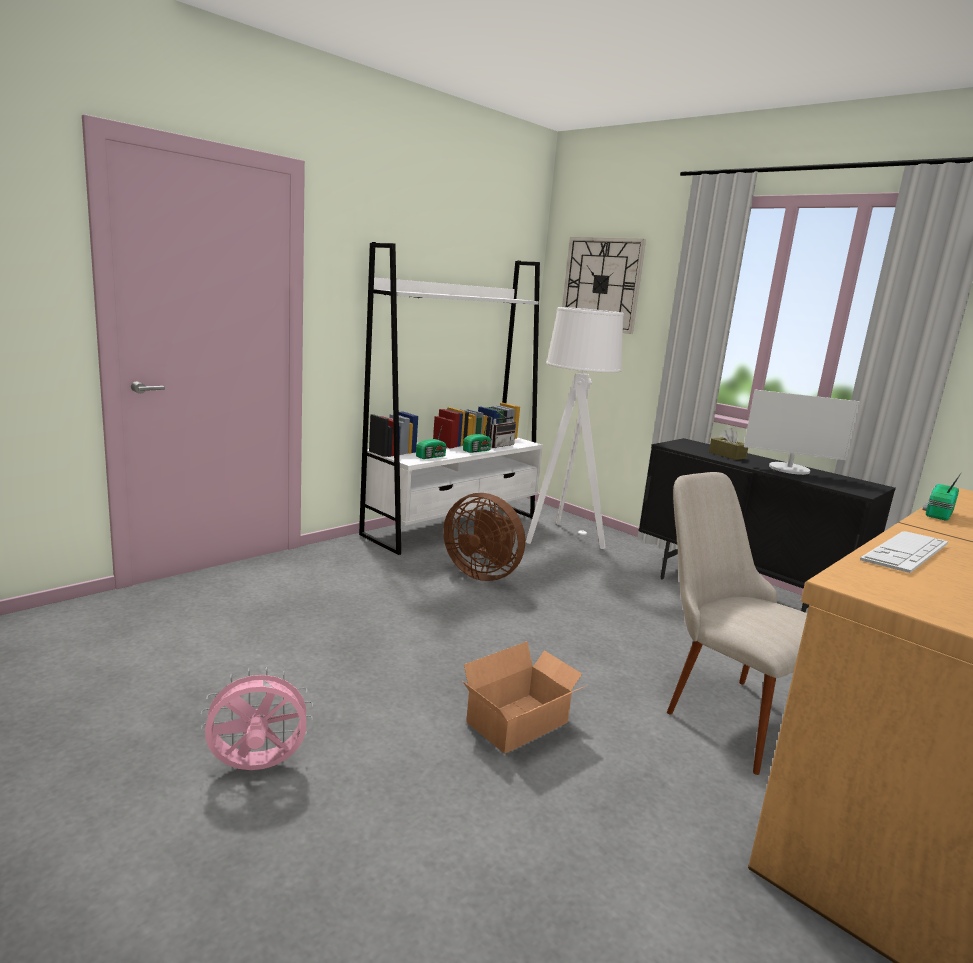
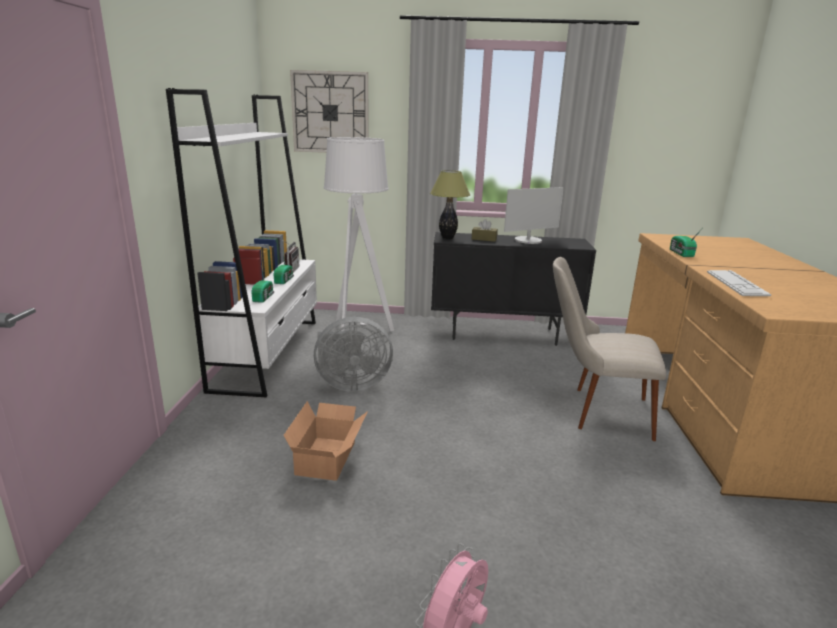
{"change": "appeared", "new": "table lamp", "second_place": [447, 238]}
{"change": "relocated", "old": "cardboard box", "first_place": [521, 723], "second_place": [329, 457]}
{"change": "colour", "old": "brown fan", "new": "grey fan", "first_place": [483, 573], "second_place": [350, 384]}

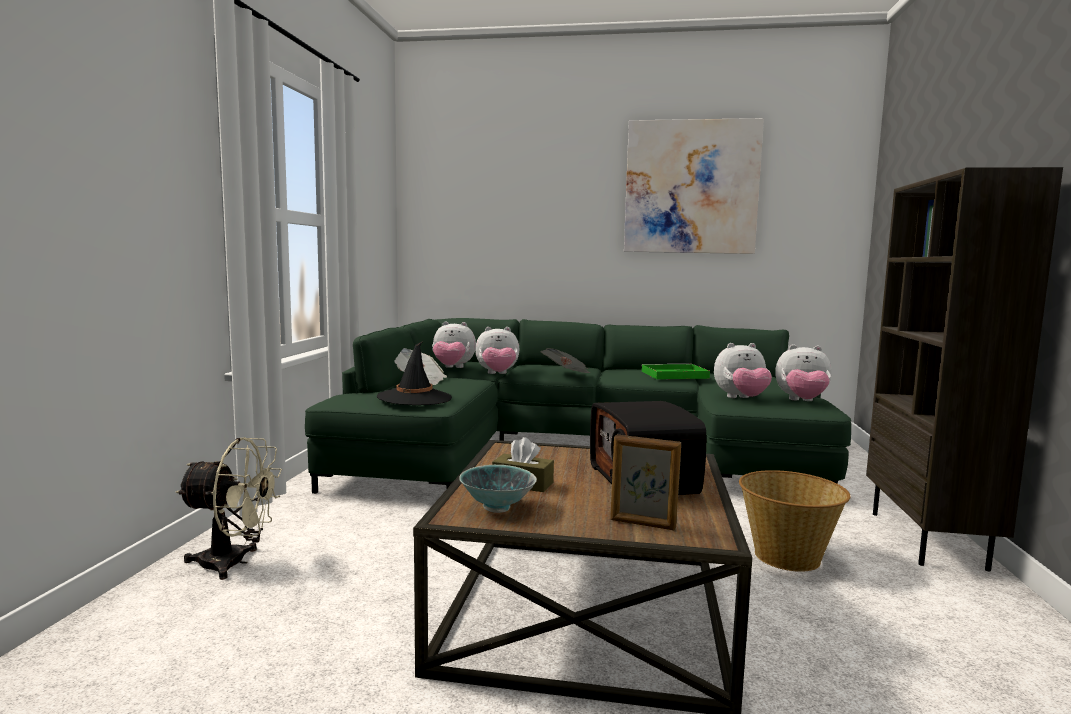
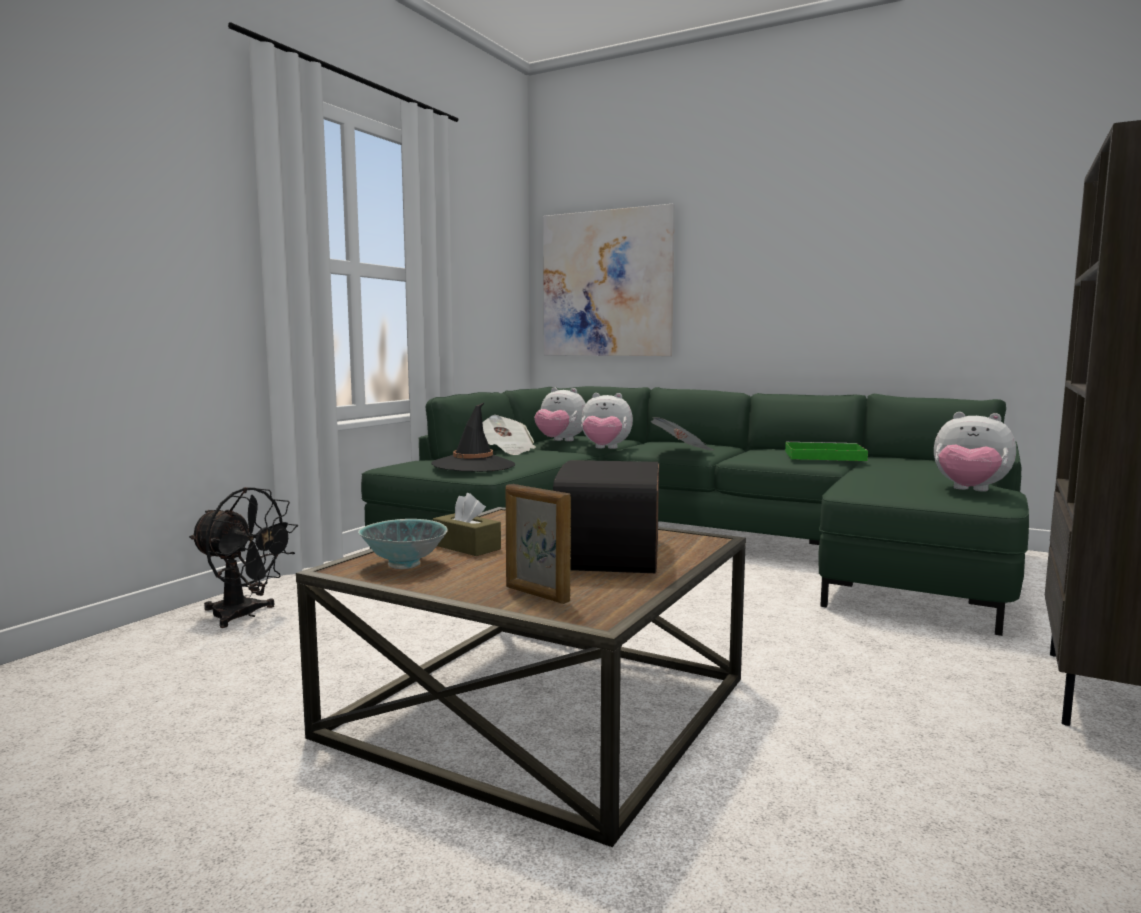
{"change": "missing", "old": "plush toy", "first_place": [741, 399]}
{"change": "missing", "old": "basket", "first_place": [787, 556]}
{"change": "relocated", "old": "picture", "first_place": [691, 187], "second_place": [607, 284]}
{"change": "colour", "old": "beige fan", "new": "black fan", "first_place": [234, 563], "second_place": [244, 615]}

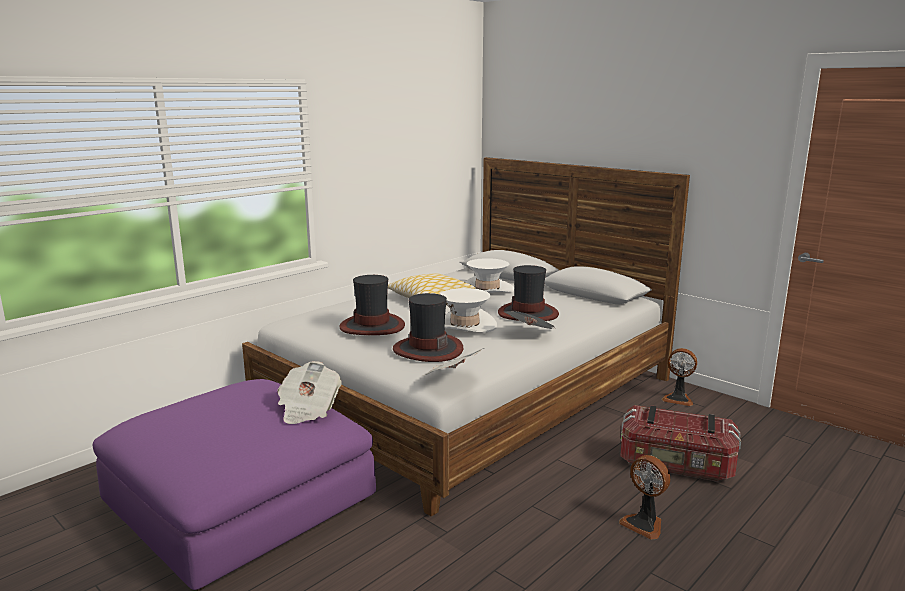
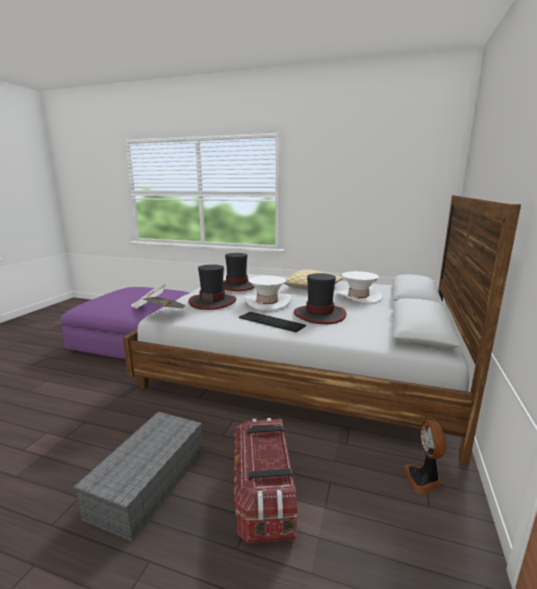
{"change": "exchanged", "old": "newspaper", "new": "keyboard", "first_place": [531, 334], "second_place": [271, 321]}
{"change": "exchanged", "old": "fan", "new": "grey storage box", "first_place": [644, 524], "second_place": [149, 484]}

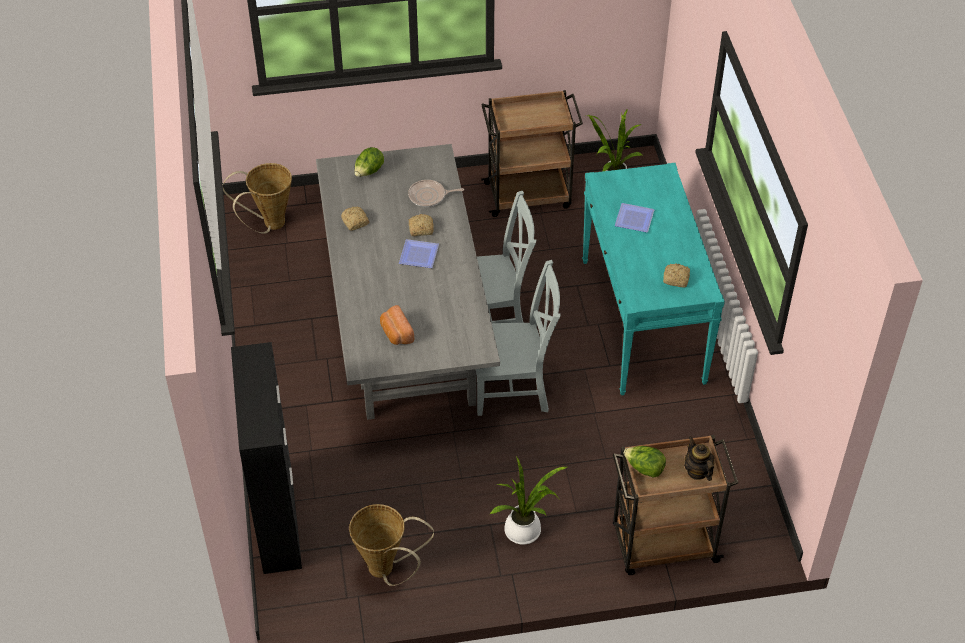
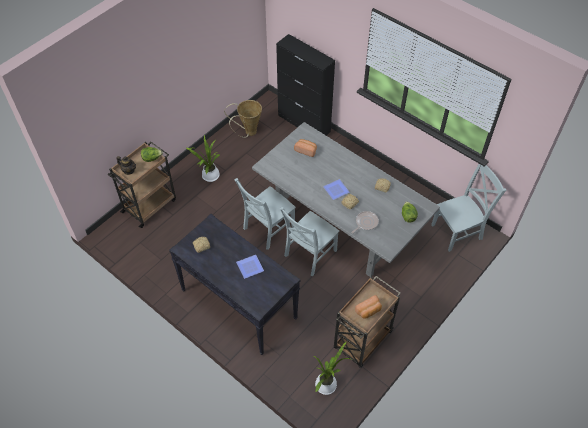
{"change": "appeared", "new": "bread", "second_place": [368, 311]}
{"change": "exchanged", "old": "basket", "new": "grey chair", "first_place": [269, 224], "second_place": [458, 231]}
{"change": "colour", "old": "turquoise console table", "new": "black console table", "first_place": [643, 321], "second_place": [238, 304]}

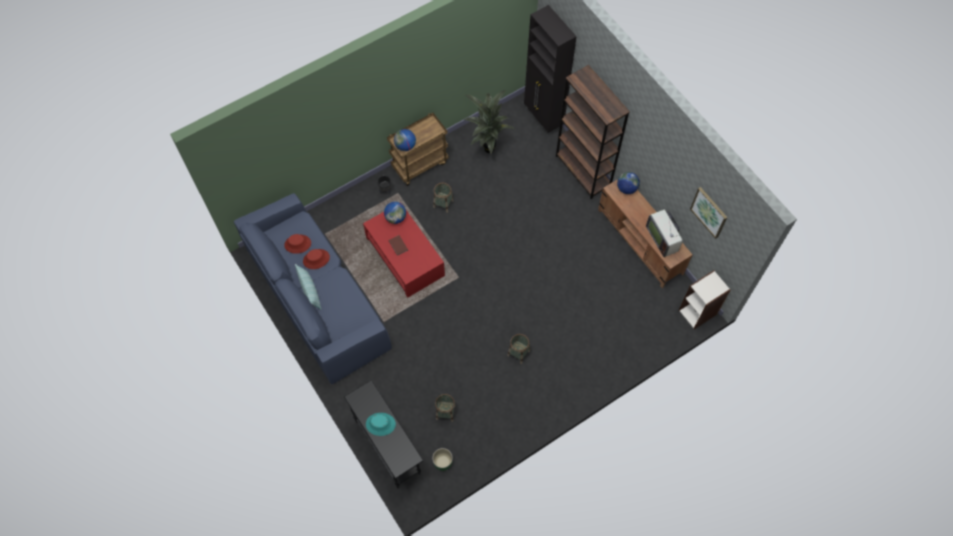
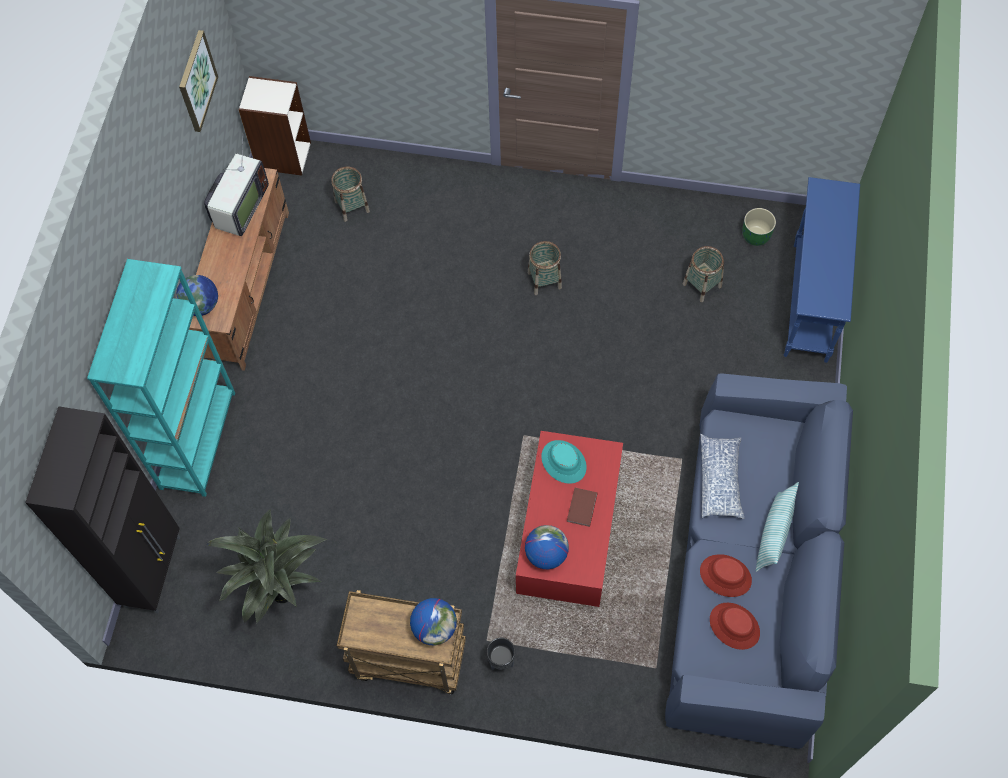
{"change": "appeared", "new": "pillow", "second_place": [720, 480]}
{"change": "relocated", "old": "turquoise hat", "first_place": [380, 424], "second_place": [564, 462]}
{"change": "relocated", "old": "basket", "first_place": [443, 204], "second_place": [352, 206]}
{"change": "colour", "old": "black console table", "new": "blue console table", "first_place": [388, 446], "second_place": [809, 302]}
{"change": "colour", "old": "brown bookcase", "new": "turquoise bookcase", "first_place": [583, 171], "second_place": [198, 440]}

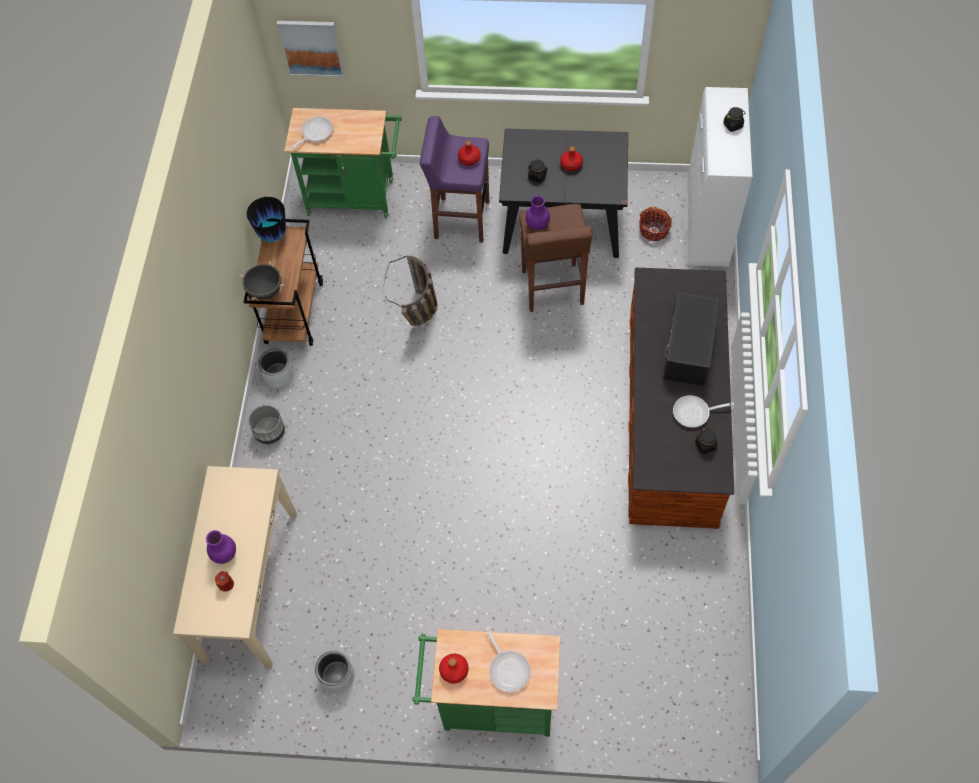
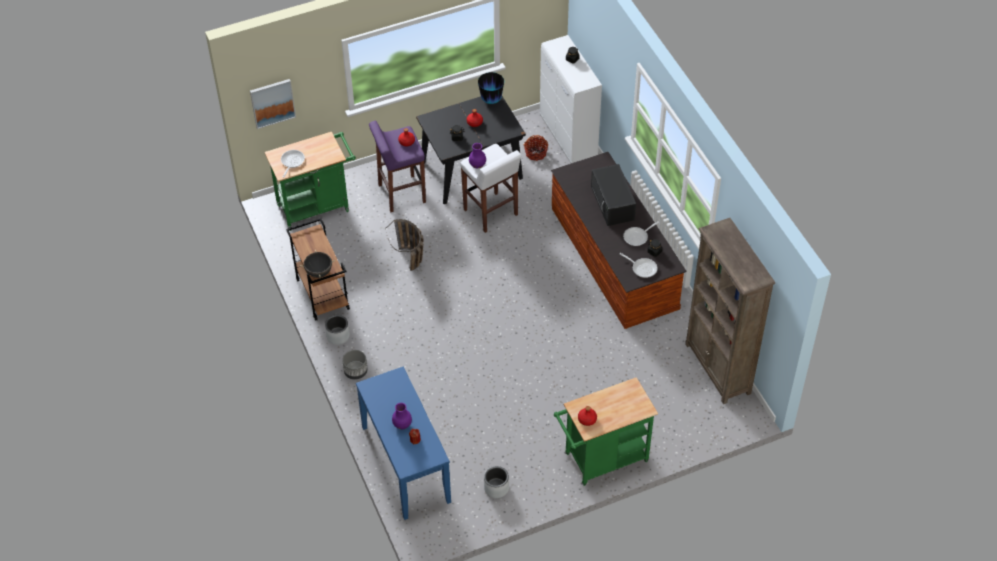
{"change": "appeared", "new": "brown bookcase", "second_place": [718, 369]}
{"change": "relocated", "old": "vase", "first_place": [273, 235], "second_place": [491, 100]}
{"change": "relocated", "old": "frying pan", "first_place": [508, 668], "second_place": [642, 268]}
{"change": "colour", "old": "beige console table", "new": "blue console table", "first_place": [250, 586], "second_place": [405, 464]}
{"change": "colour", "old": "brown stool", "new": "white stool", "first_place": [552, 288], "second_place": [491, 213]}

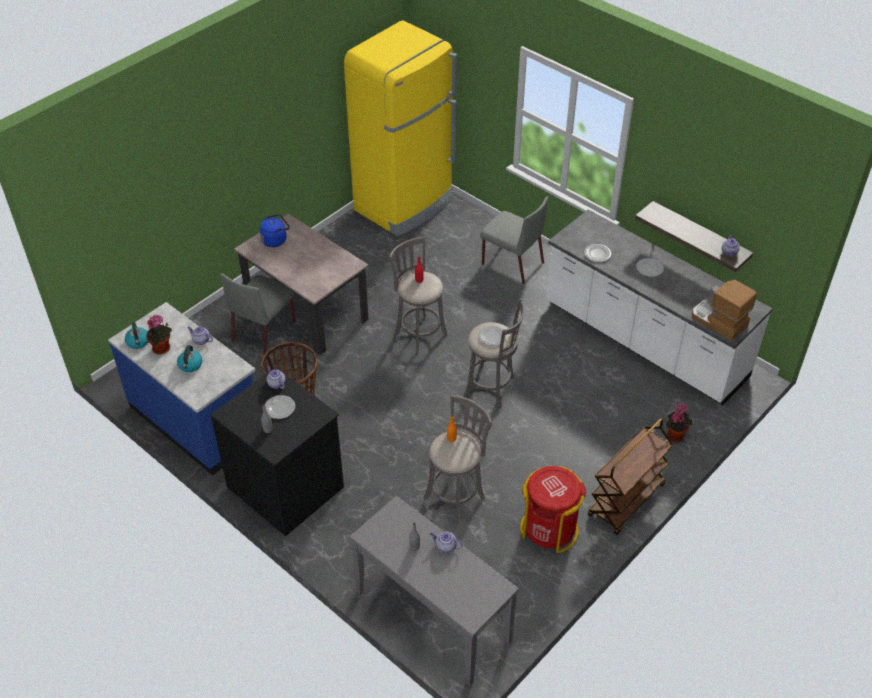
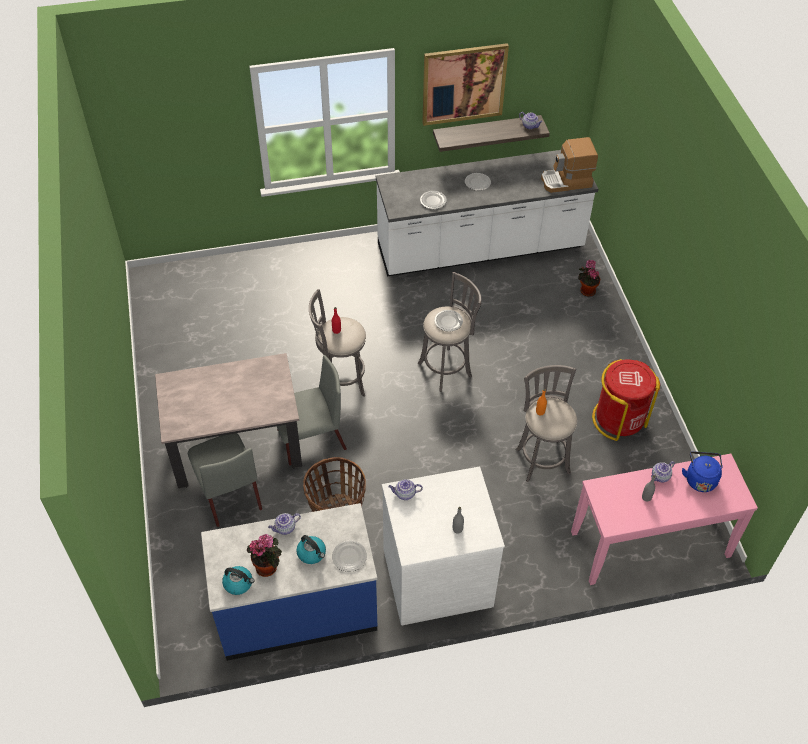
{"change": "missing", "old": "yellow fridge", "first_place": [405, 204]}
{"change": "missing", "old": "brown cart", "first_place": [626, 501]}
{"change": "appeared", "new": "picture", "second_place": [464, 84]}
{"change": "relocated", "old": "blue kettle", "first_place": [275, 240], "second_place": [700, 479]}
{"change": "relocated", "old": "plate", "first_place": [280, 408], "second_place": [349, 556]}
{"change": "relocated", "old": "grey chair", "first_place": [511, 263], "second_place": [310, 440]}
{"change": "colour", "old": "black dresser", "new": "white dresser", "first_place": [287, 486], "second_place": [437, 576]}
{"change": "colour", "old": "grey console table", "new": "pink console table", "first_place": [432, 616], "second_place": [650, 544]}

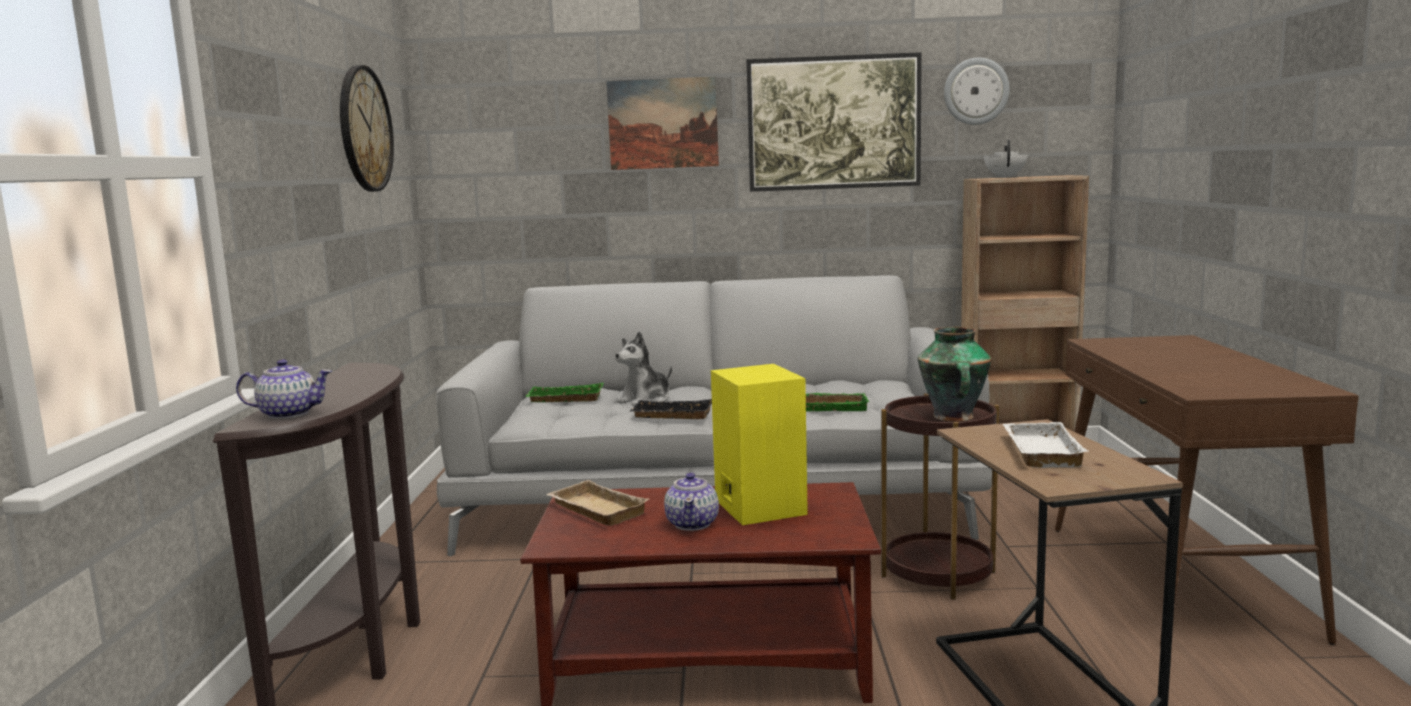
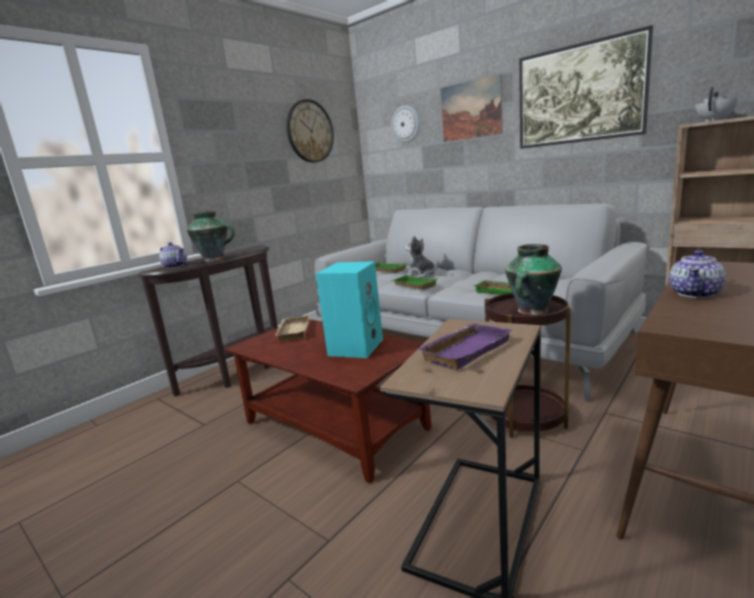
{"change": "appeared", "new": "vase", "second_place": [215, 259]}
{"change": "relocated", "old": "teapot", "first_place": [693, 523], "second_place": [695, 293]}
{"change": "relocated", "old": "wall clock", "first_place": [976, 91], "second_place": [405, 124]}
{"change": "colour", "old": "black tray", "new": "green tray", "first_place": [671, 416], "second_place": [413, 285]}
{"change": "colour", "old": "yellow speaker", "new": "turquoise speaker", "first_place": [757, 506], "second_place": [355, 346]}
{"change": "colour", "old": "white tray", "new": "purple tray", "first_place": [1038, 451], "second_place": [464, 350]}
{"change": "spun", "old": "plush toy", "first_place": [646, 400], "second_place": [421, 275], "degrees": 45}

